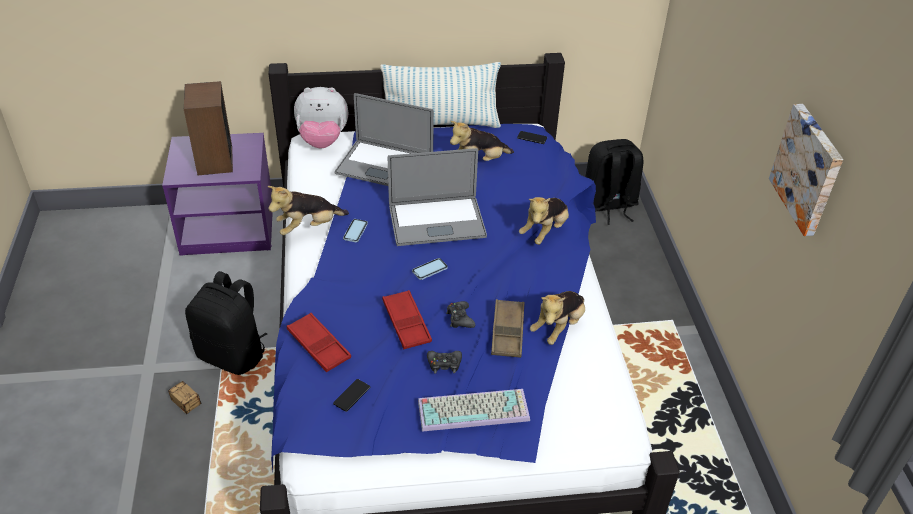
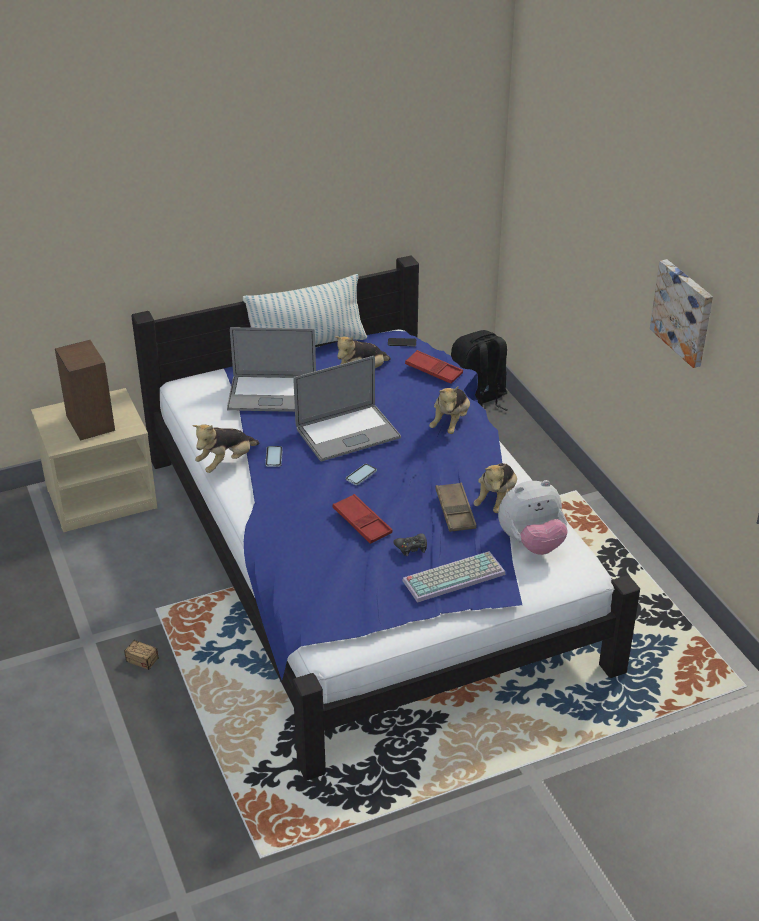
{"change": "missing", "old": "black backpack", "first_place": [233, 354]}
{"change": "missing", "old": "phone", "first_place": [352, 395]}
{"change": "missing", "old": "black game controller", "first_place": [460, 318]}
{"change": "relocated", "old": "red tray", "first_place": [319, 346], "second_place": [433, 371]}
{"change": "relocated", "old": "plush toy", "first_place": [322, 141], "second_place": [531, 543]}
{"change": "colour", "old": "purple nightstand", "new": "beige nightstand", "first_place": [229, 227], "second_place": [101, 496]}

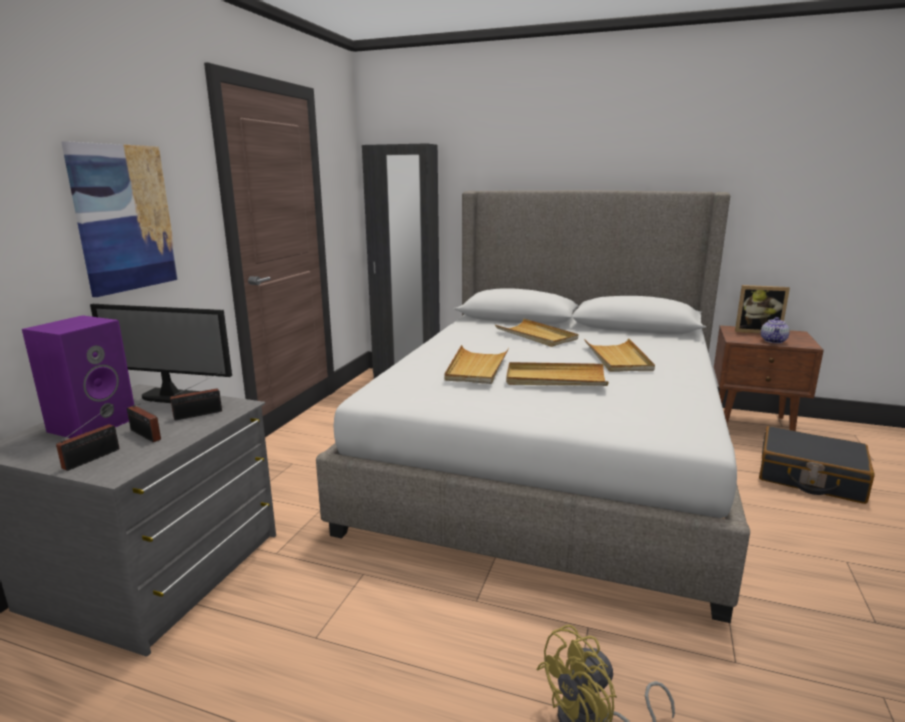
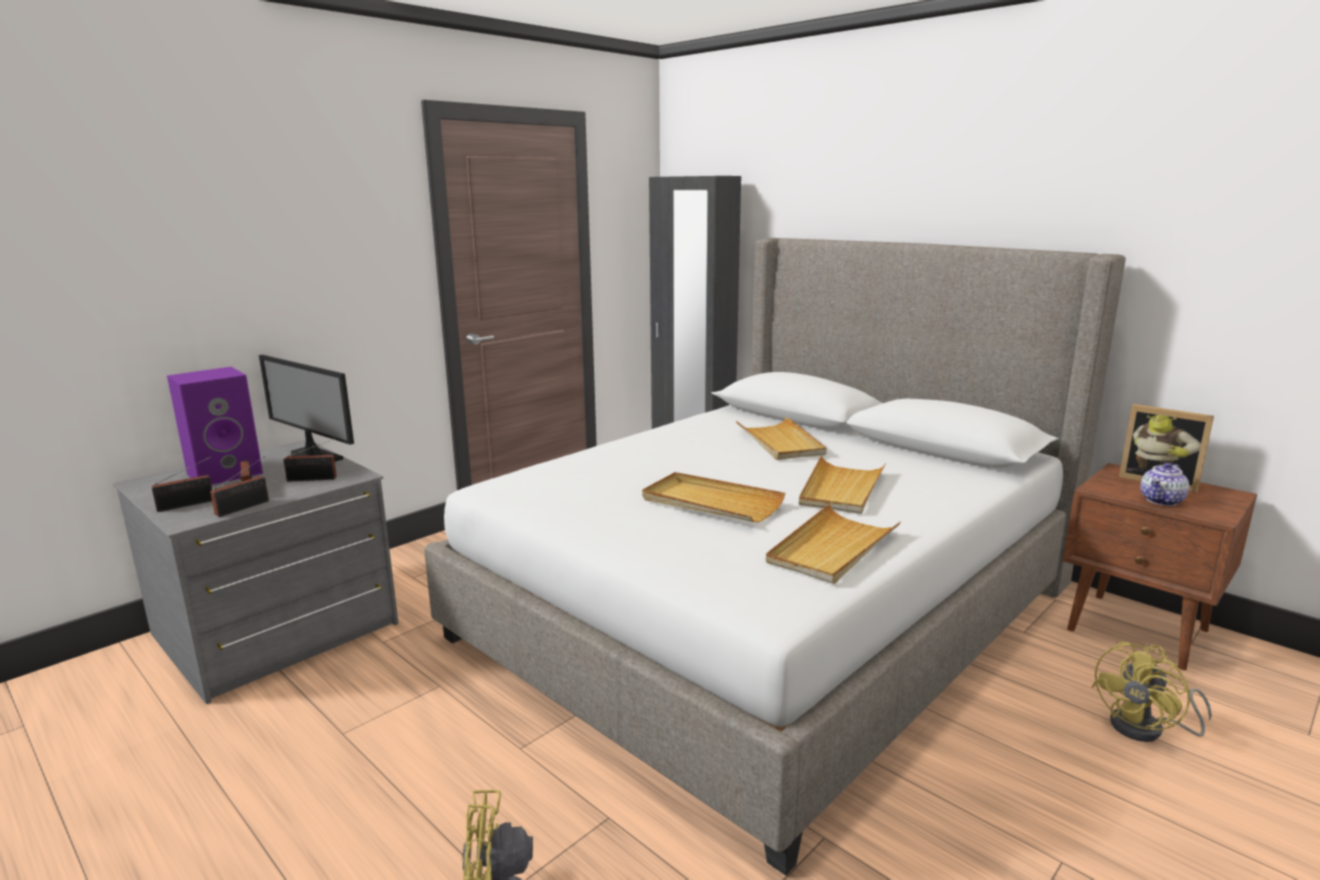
{"change": "missing", "old": "picture", "first_place": [124, 218]}
{"change": "appeared", "new": "radio", "second_place": [246, 507]}
{"change": "relocated", "old": "beige tray", "first_place": [476, 368], "second_place": [832, 548]}
{"change": "exchanged", "old": "black suitcase", "new": "yellow fan", "first_place": [810, 477], "second_place": [1147, 729]}

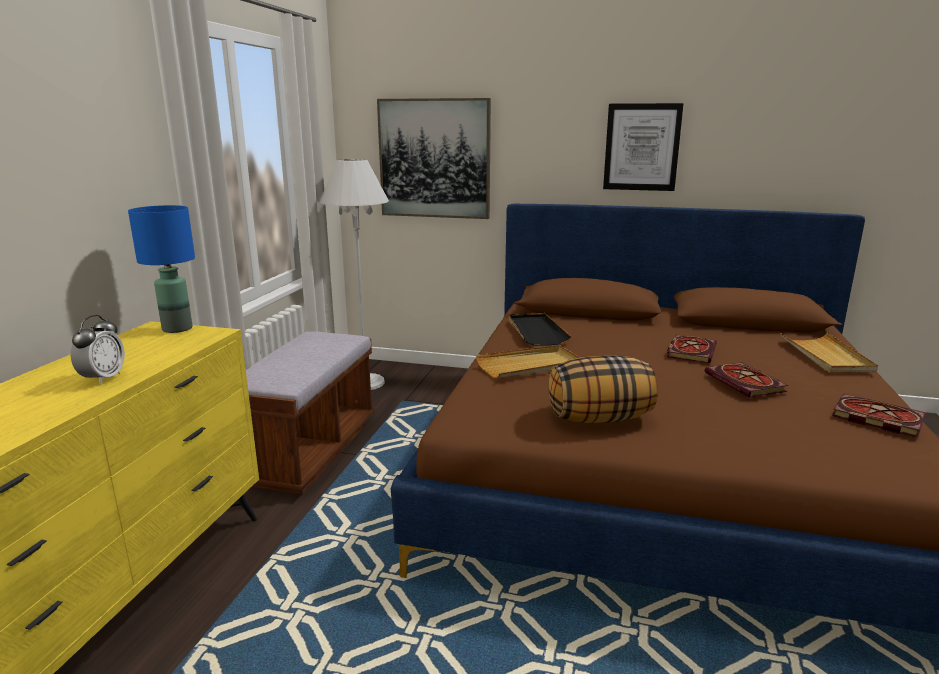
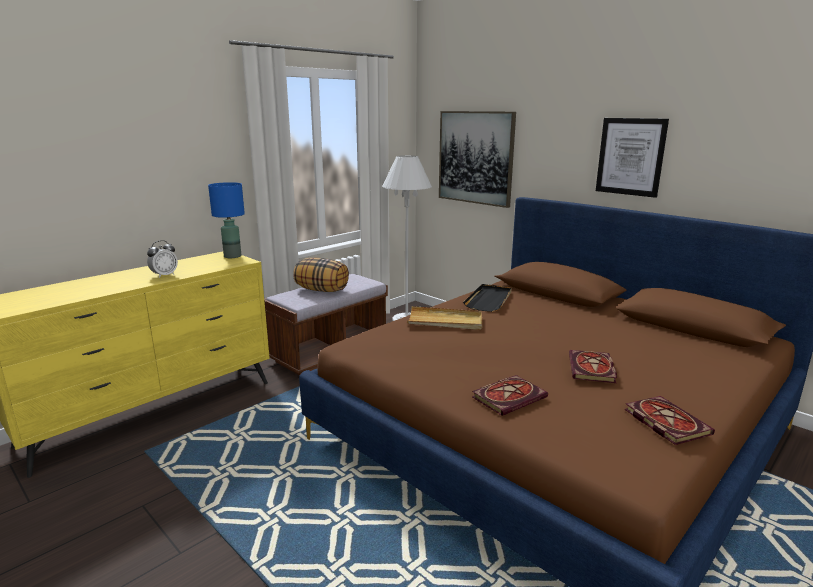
{"change": "missing", "old": "beige tray", "first_place": [826, 356]}
{"change": "relocated", "old": "pillow", "first_place": [599, 418], "second_place": [322, 290]}
{"change": "relocated", "old": "book", "first_place": [690, 351], "second_place": [509, 396]}

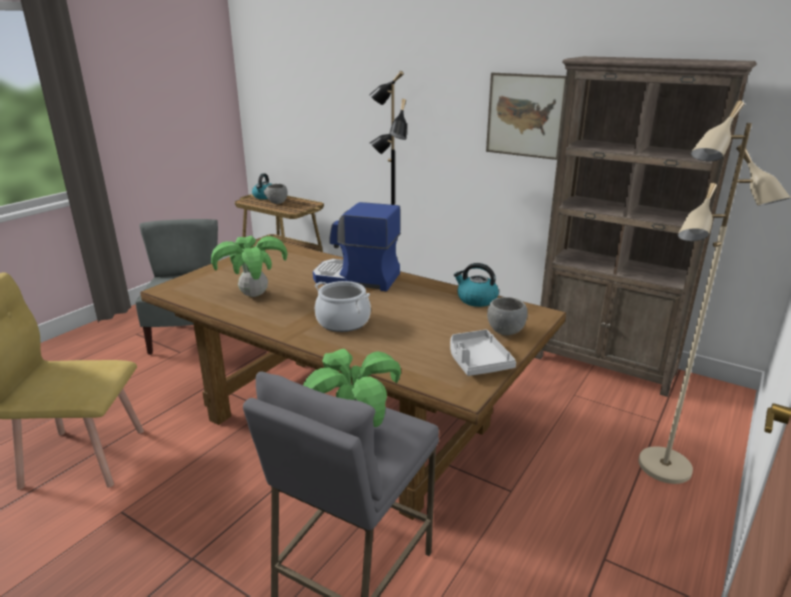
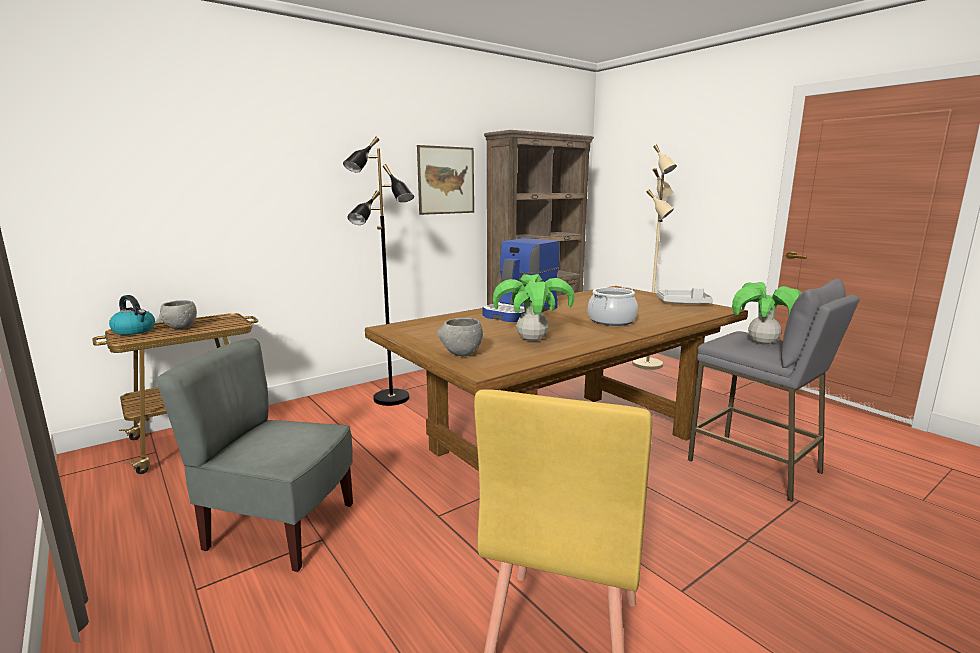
{"change": "missing", "old": "kettle", "first_place": [476, 299]}
{"change": "relocated", "old": "grey bowl", "first_place": [505, 332], "second_place": [461, 354]}

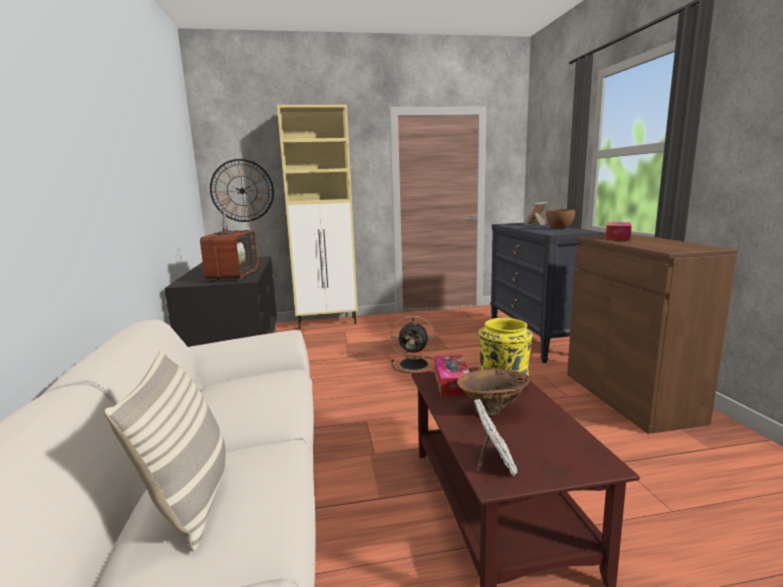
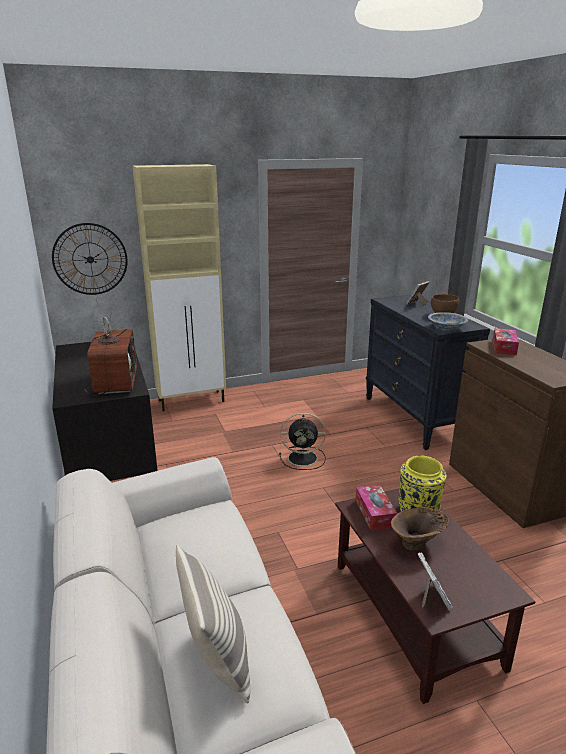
{"change": "appeared", "new": "bowl", "second_place": [446, 328]}

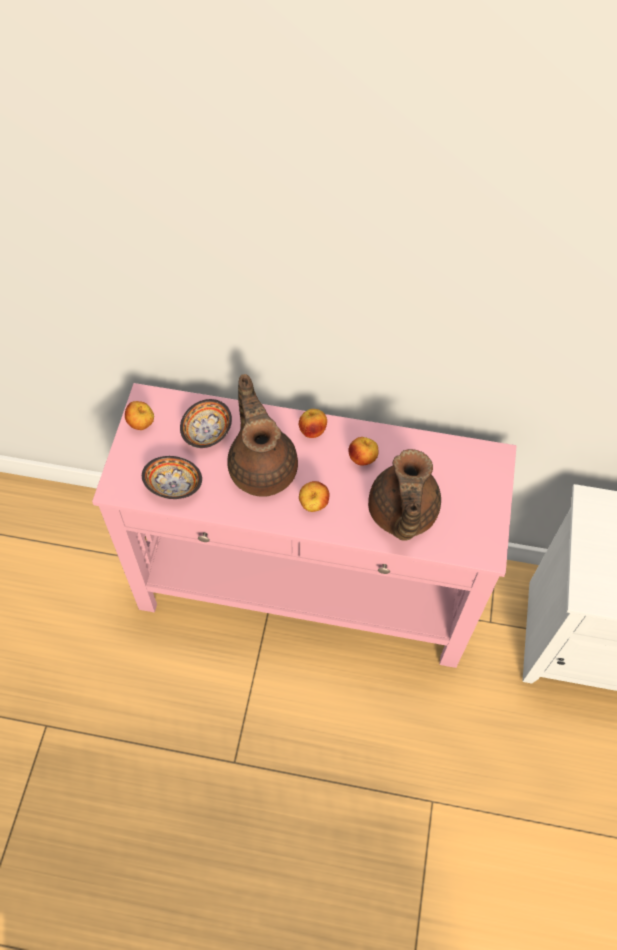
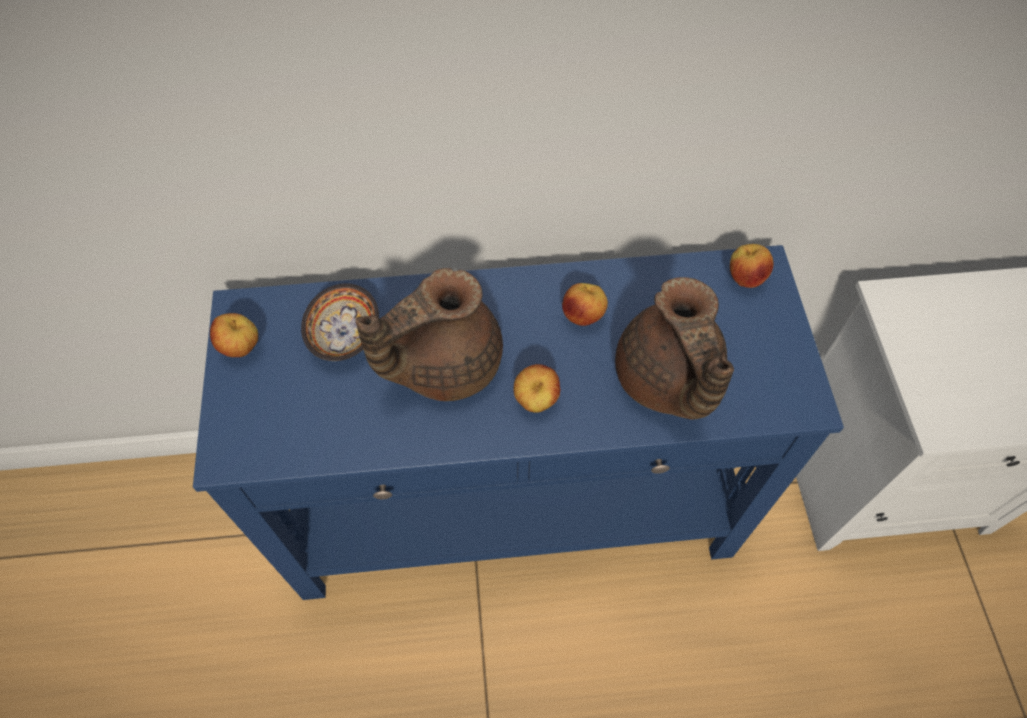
{"change": "missing", "old": "bowl", "first_place": [173, 485]}
{"change": "relocated", "old": "apple", "first_place": [312, 431], "second_place": [745, 278]}
{"change": "colour", "old": "pink console table", "new": "blue console table", "first_place": [307, 588], "second_place": [515, 507]}
{"change": "spun", "old": "brown teapot", "first_place": [262, 466], "second_place": [443, 364], "degrees": -90}

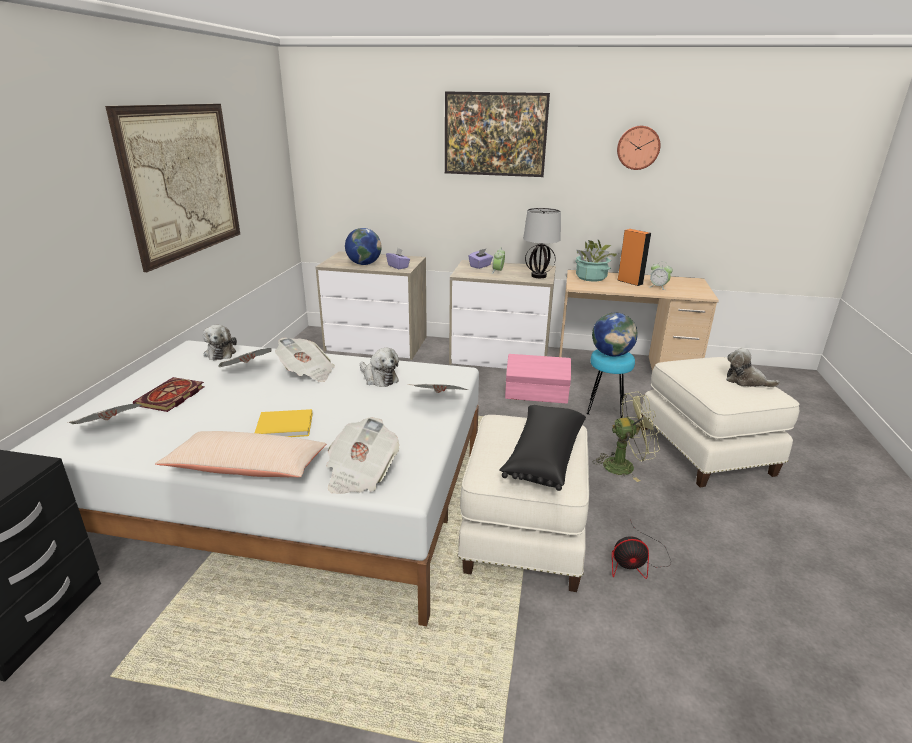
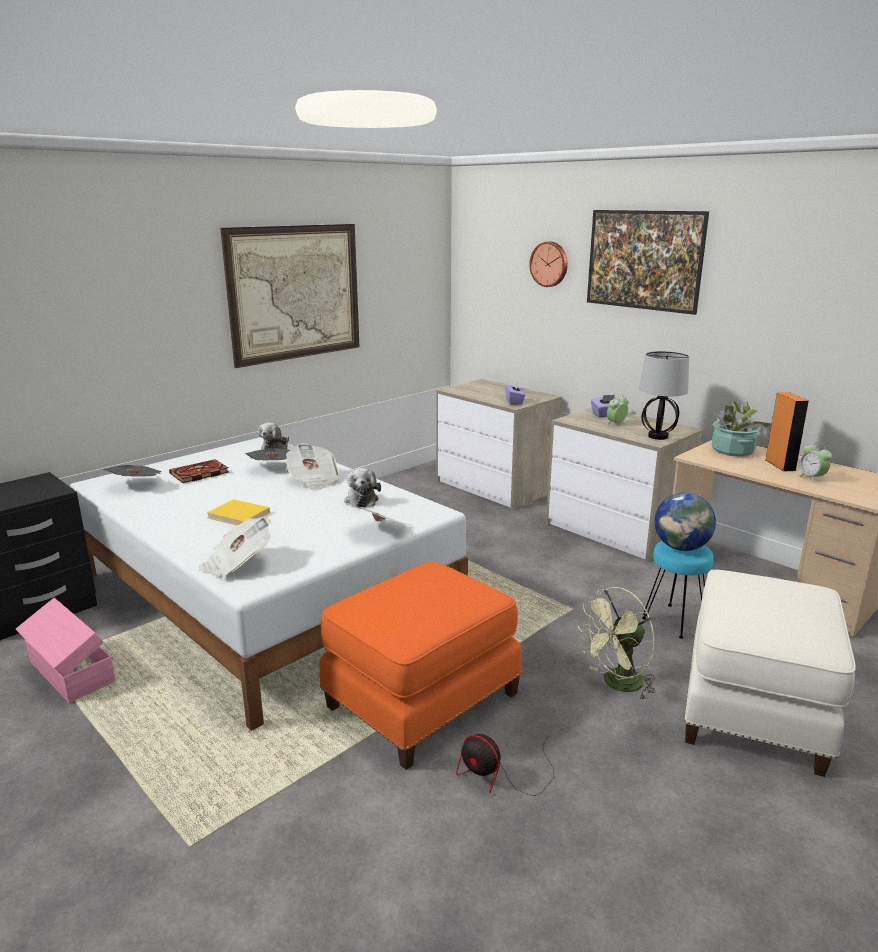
{"change": "missing", "old": "beige pillow", "first_place": [247, 468]}
{"change": "missing", "old": "globe", "first_place": [364, 264]}
{"change": "missing", "old": "black pillow", "first_place": [543, 457]}
{"change": "missing", "old": "plush toy", "first_place": [746, 381]}
{"change": "relocated", "old": "pink storage box", "first_place": [537, 395], "second_place": [71, 673]}
{"change": "relocated", "old": "wall clock", "first_place": [638, 147], "second_place": [549, 264]}
{"change": "colour", "old": "white ottoman", "new": "orange ottoman", "first_place": [522, 532], "second_place": [421, 699]}
{"change": "spun", "old": "green fan", "first_place": [625, 465], "second_place": [617, 684], "degrees": 120}

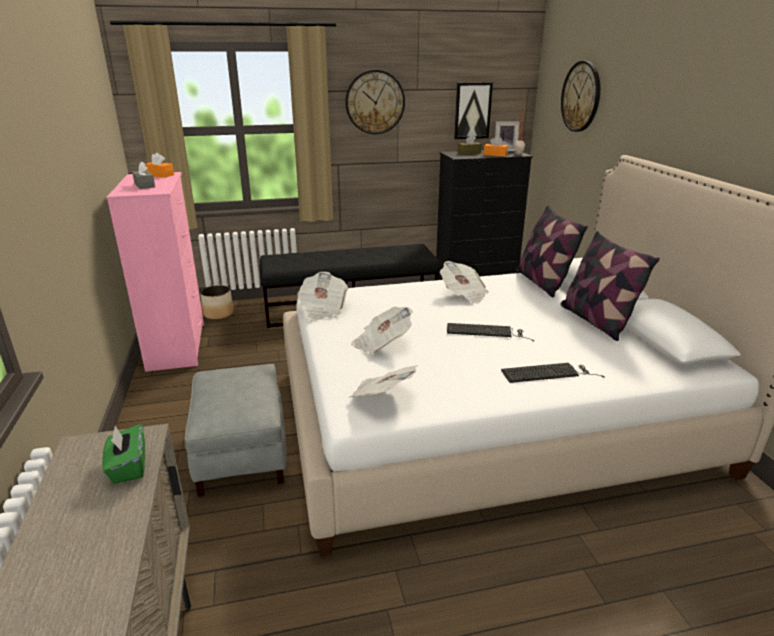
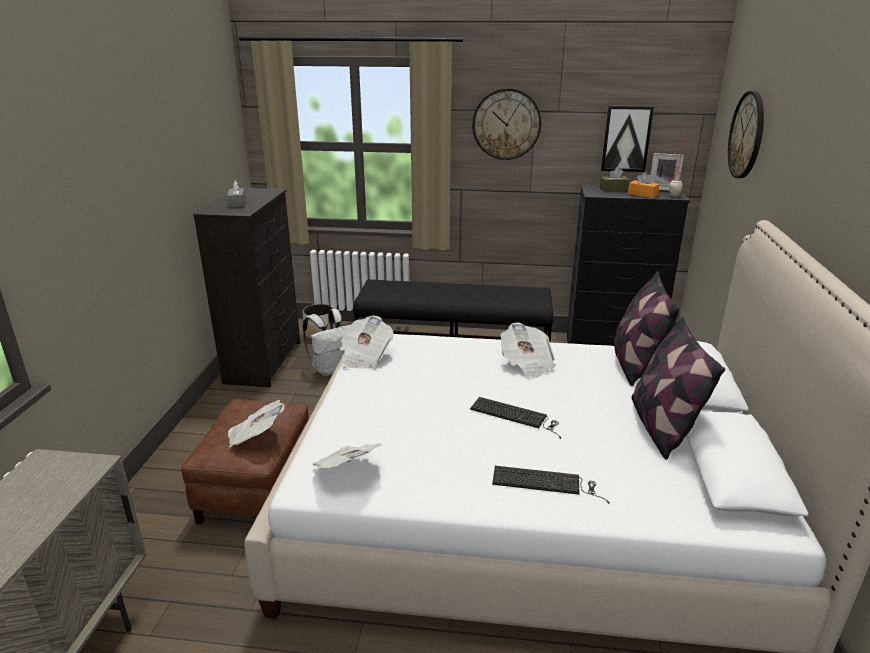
{"change": "missing", "old": "green tissue box", "first_place": [128, 467]}
{"change": "missing", "old": "orange tissue box", "first_place": [159, 175]}
{"change": "appeared", "new": "white backpack", "second_place": [331, 369]}
{"change": "relocated", "old": "newspaper", "first_place": [381, 344], "second_place": [256, 436]}
{"change": "colour", "old": "pink dresser", "new": "black dresser", "first_place": [178, 345], "second_place": [264, 362]}
{"change": "colour", "old": "grey ottoman", "new": "brown ottoman", "first_place": [242, 454], "second_place": [257, 490]}

